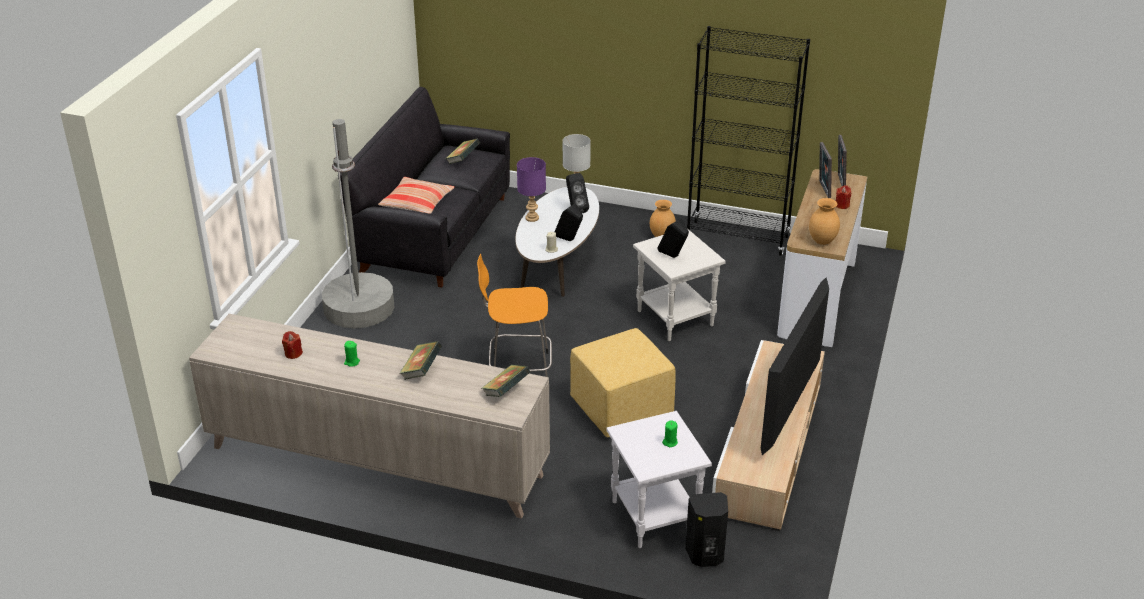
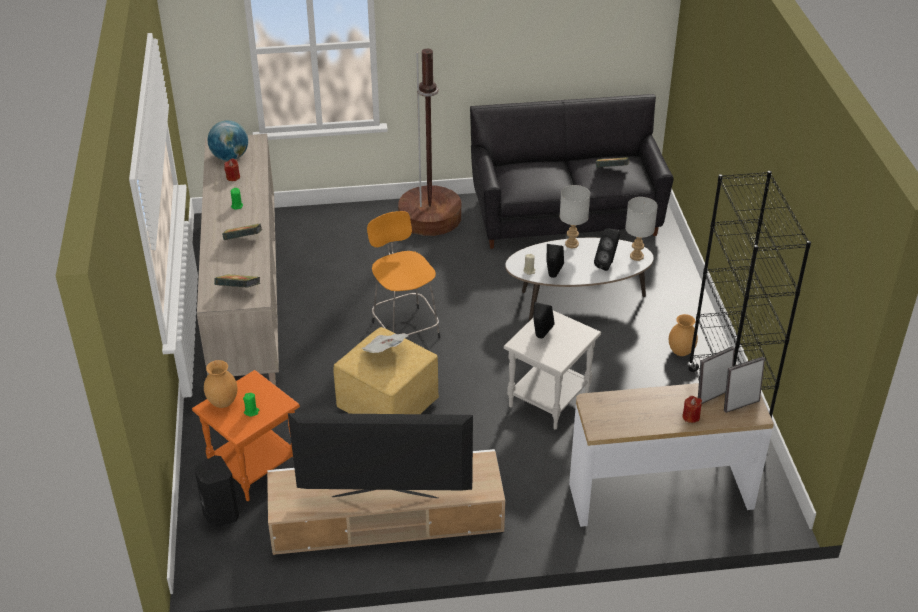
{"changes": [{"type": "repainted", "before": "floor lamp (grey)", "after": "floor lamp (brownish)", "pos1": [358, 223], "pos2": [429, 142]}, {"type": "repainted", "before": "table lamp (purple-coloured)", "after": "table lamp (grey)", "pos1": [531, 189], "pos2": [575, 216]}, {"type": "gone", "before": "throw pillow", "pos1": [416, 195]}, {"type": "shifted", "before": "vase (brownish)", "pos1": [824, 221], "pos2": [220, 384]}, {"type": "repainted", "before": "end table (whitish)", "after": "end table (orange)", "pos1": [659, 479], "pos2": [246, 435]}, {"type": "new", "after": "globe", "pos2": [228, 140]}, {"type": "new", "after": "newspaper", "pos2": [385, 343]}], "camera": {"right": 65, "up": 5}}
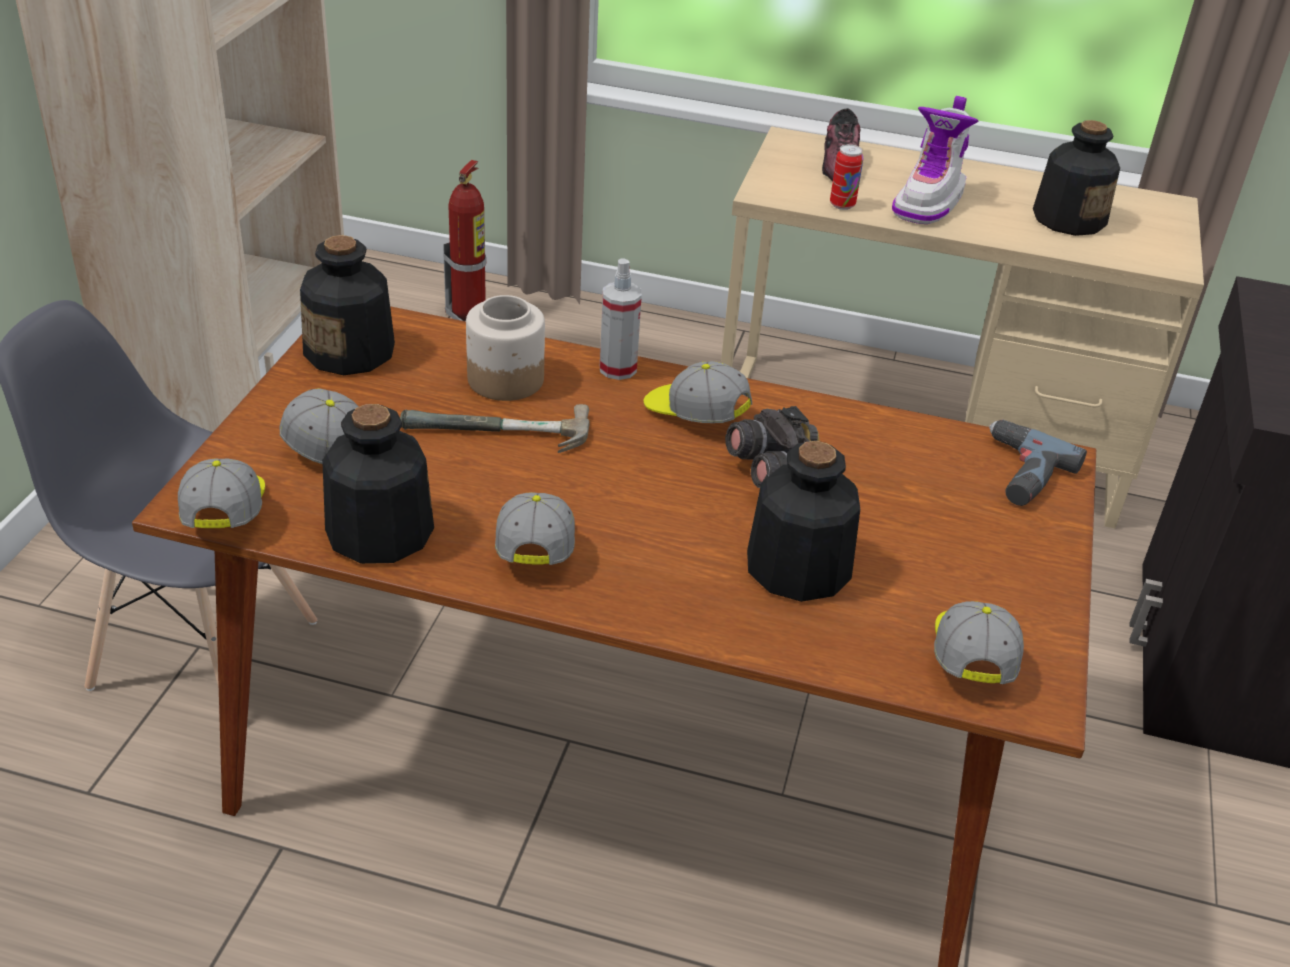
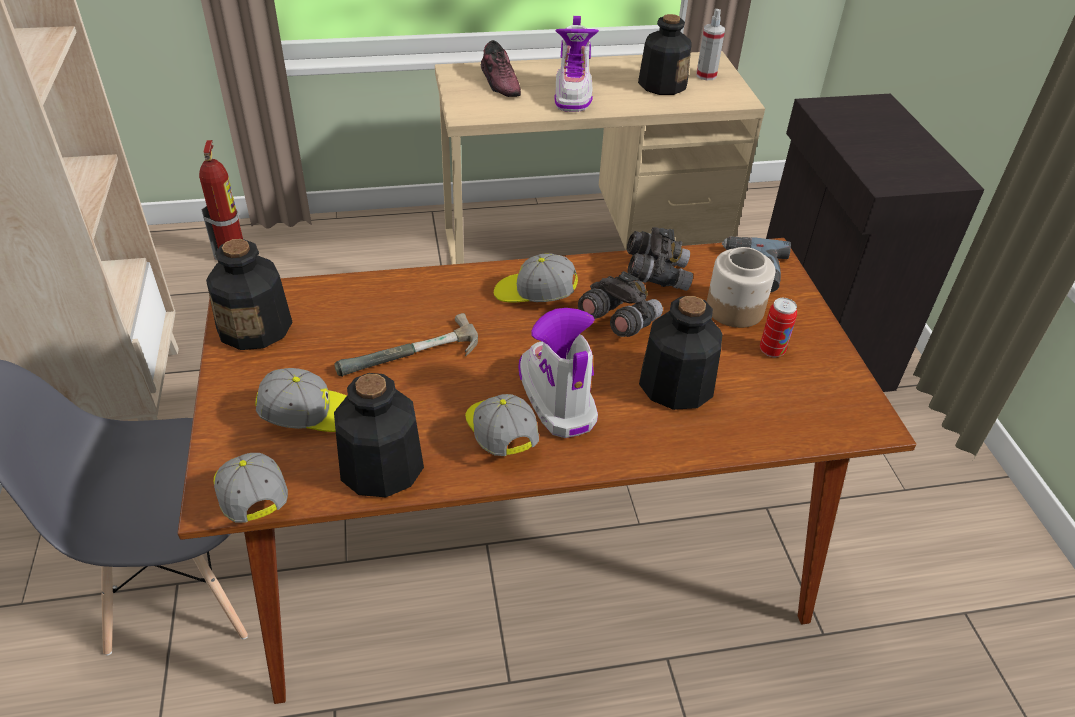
{"changes": [{"type": "shifted", "before": "sealed can", "pos1": [846, 177], "pos2": [778, 327]}, {"type": "shifted", "before": "hand sprayer", "pos1": [621, 319], "pos2": [710, 44]}, {"type": "shifted", "before": "jar", "pos1": [505, 348], "pos2": [741, 287]}, {"type": "gone", "before": "peaked cap", "pos1": [979, 642]}, {"type": "new", "after": "binoculars (grey)", "pos2": [660, 259]}, {"type": "new", "after": "high-top boot", "pos2": [558, 373]}], "camera": {"right": -25, "up": 5}}
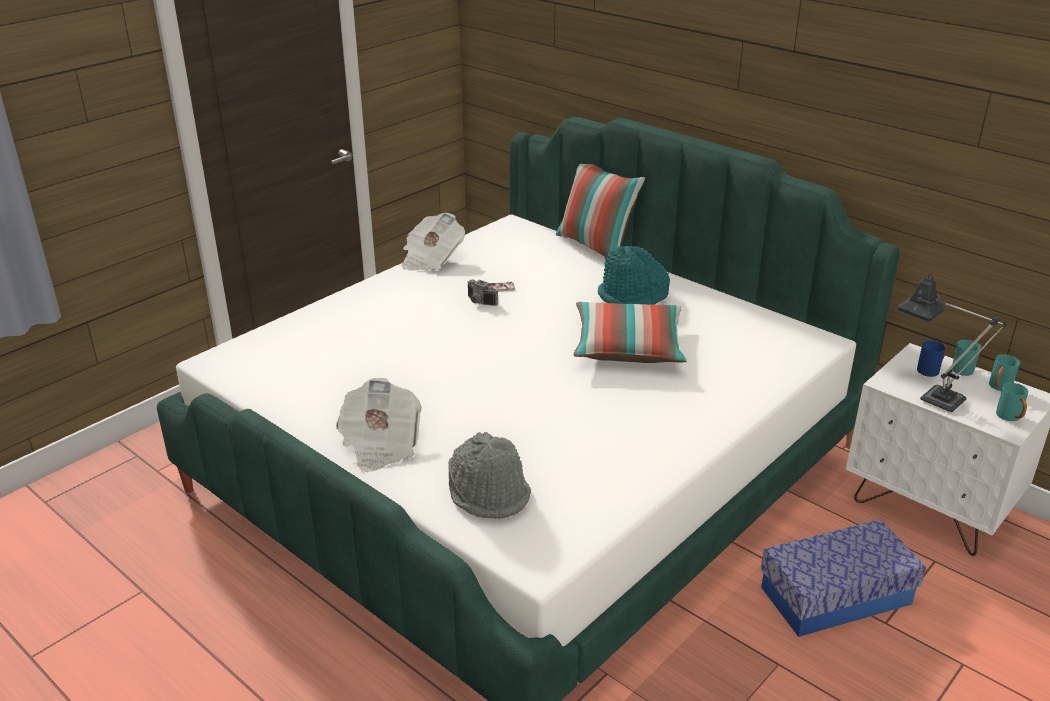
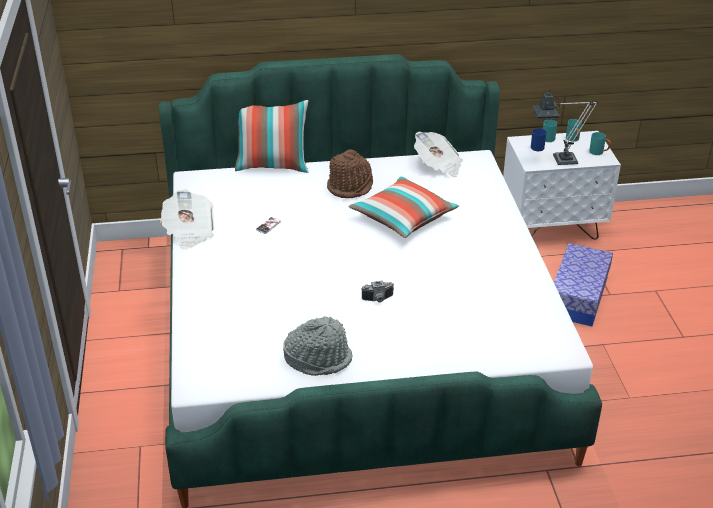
{"changes": [{"type": "repainted", "before": "clothing hat (turquoise)", "after": "clothing hat (brownish)", "pos1": [634, 275], "pos2": [350, 173]}, {"type": "shifted", "before": "photo camera", "pos1": [483, 293], "pos2": [377, 291]}, {"type": "shifted", "before": "newspaper", "pos1": [379, 425], "pos2": [438, 154]}, {"type": "shifted", "before": "clothing hat (grey)", "pos1": [489, 475], "pos2": [318, 346]}], "camera": {"right": -50, "up": 5}}
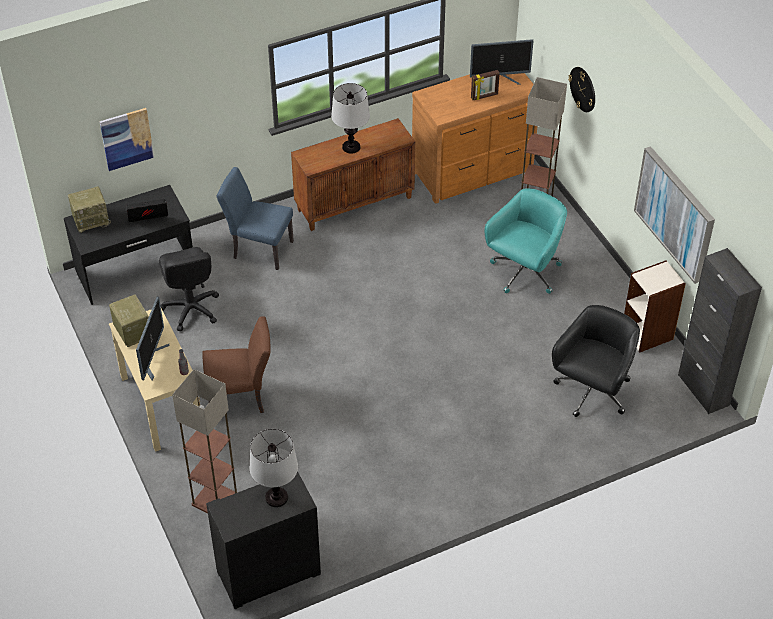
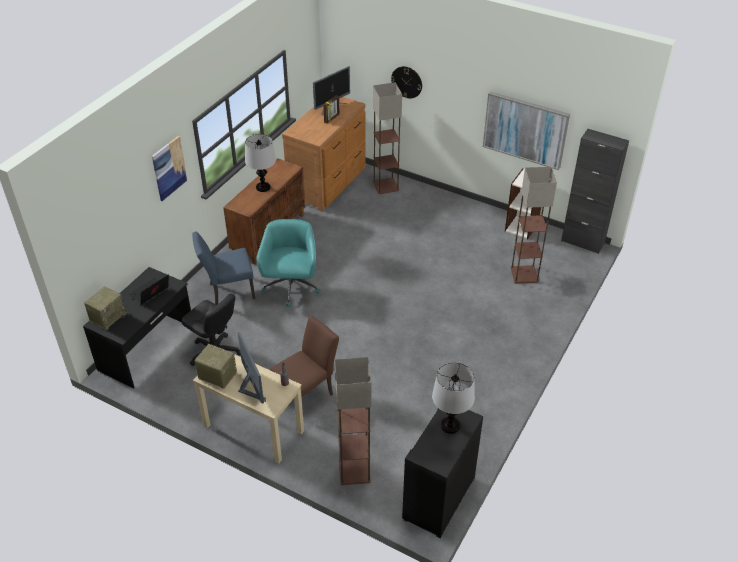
{"changes": [{"type": "shifted", "before": "wall picture", "pos1": [126, 139], "pos2": [169, 168]}, {"type": "shifted", "before": "office chair (turquoise)", "pos1": [526, 241], "pos2": [288, 263]}, {"type": "swapped", "before": "office chair (black-coloured)", "after": "floor lamp", "pos1": [596, 361], "pos2": [534, 225]}], "camera": {"right": -35, "up": -5}}
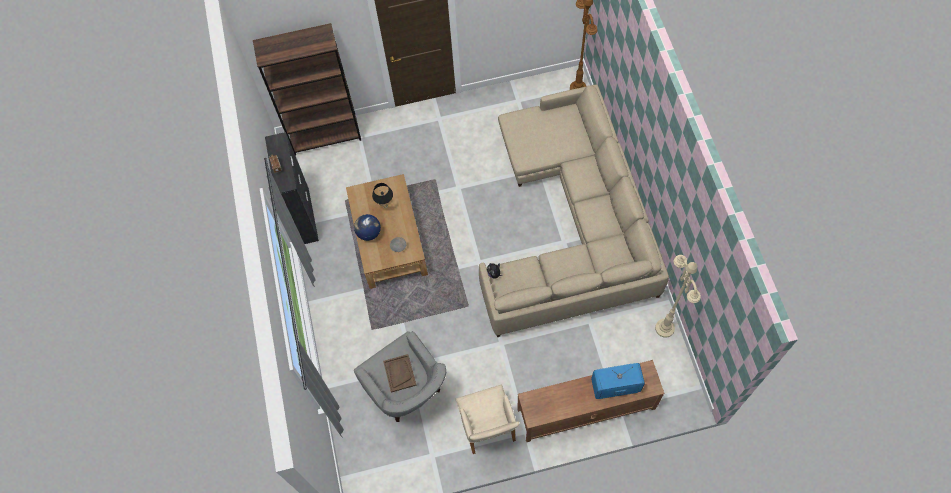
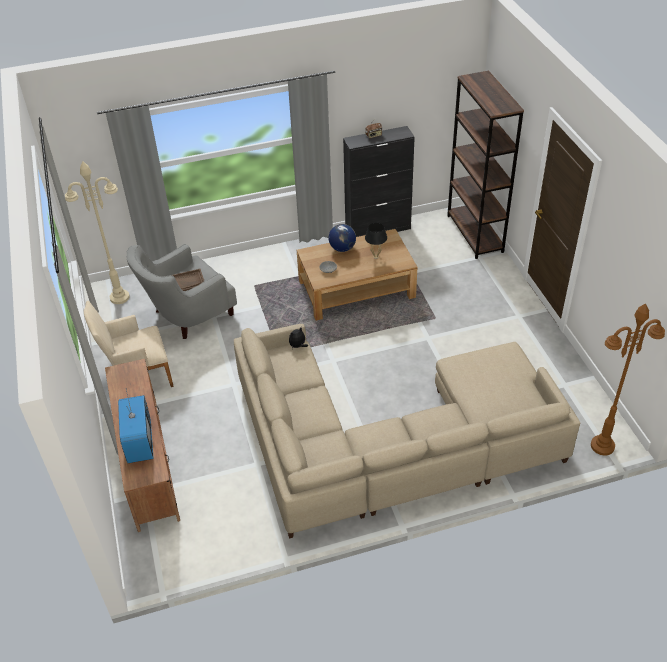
{"changes": [{"type": "shifted", "before": "floor lamp (beige)", "pos1": [678, 296], "pos2": [97, 232]}], "camera": {"right": 85, "up": -20}}
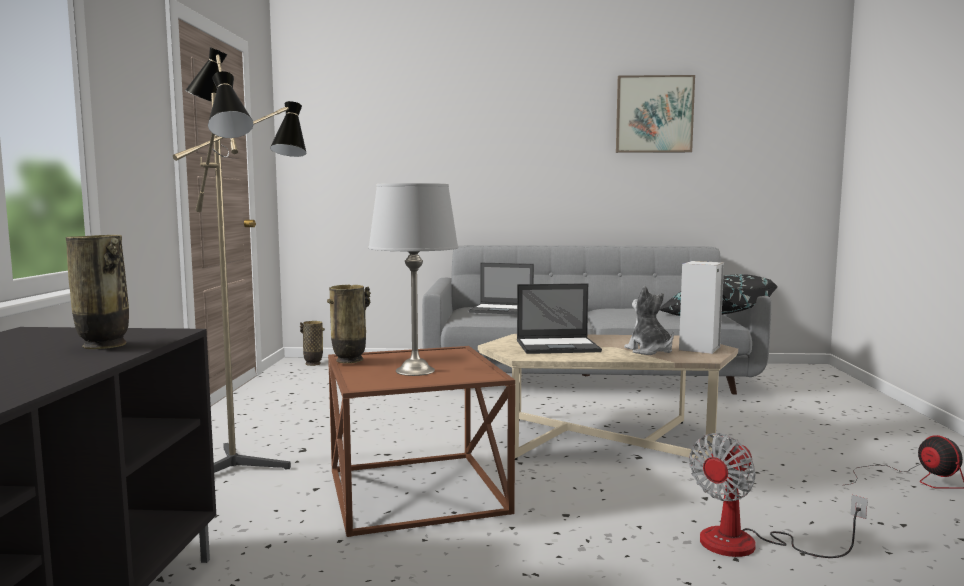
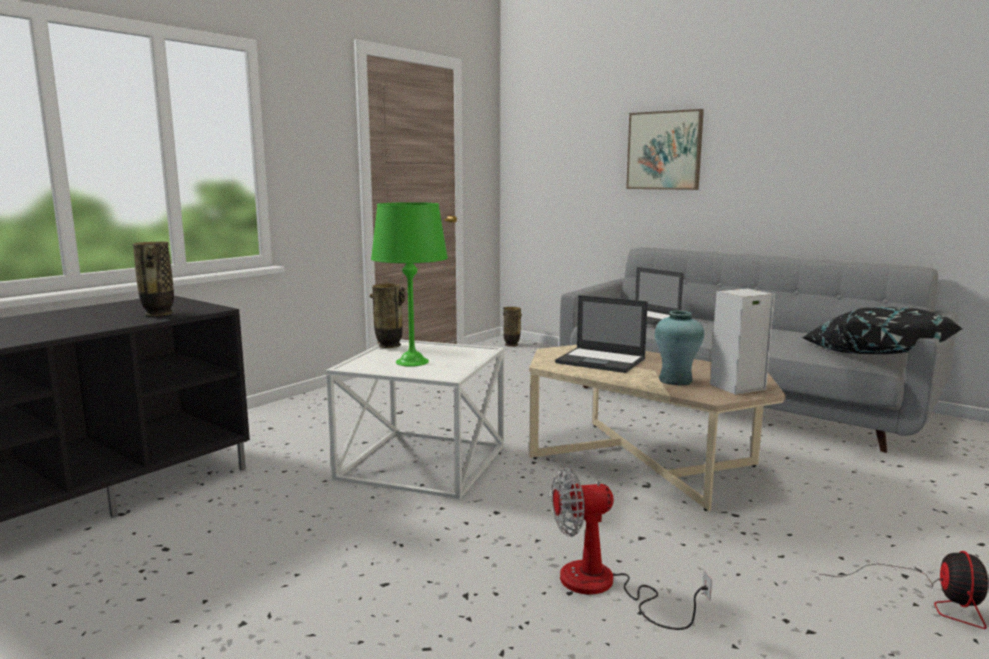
{"changes": [{"type": "gone", "before": "floor lamp", "pos1": [240, 260]}, {"type": "shifted", "before": "wall picture", "pos1": [655, 114], "pos2": [665, 149]}, {"type": "repainted", "before": "table lamp (grey)", "after": "table lamp (green-coloured)", "pos1": [413, 279], "pos2": [409, 284]}, {"type": "swapped", "before": "soft toy", "after": "vase (turquoise)", "pos1": [649, 320], "pos2": [679, 347]}, {"type": "repainted", "before": "end table (brownish)", "after": "end table (whitish)", "pos1": [421, 441], "pos2": [415, 419]}], "camera": {"right": 35, "up": 5}}
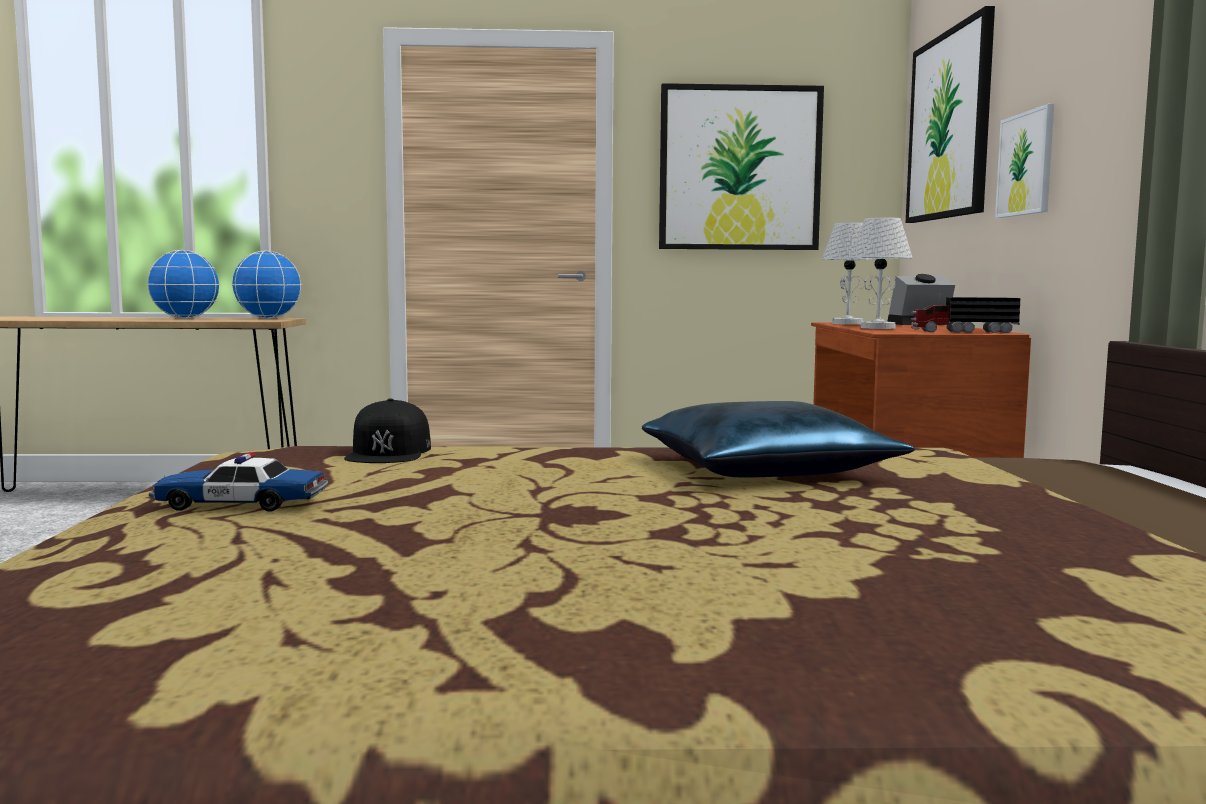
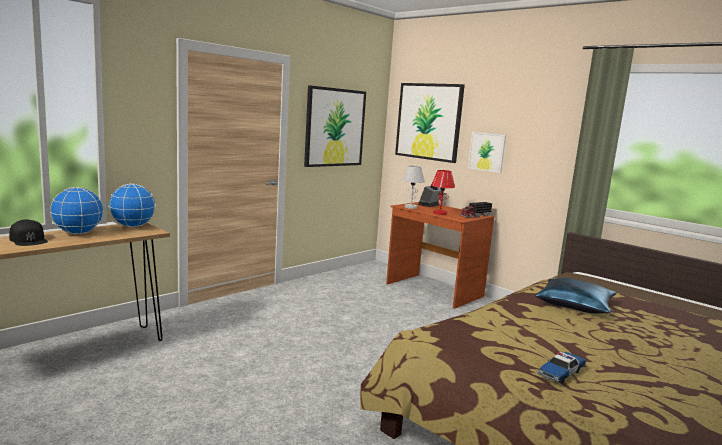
{"changes": [{"type": "repainted", "before": "table lamp (whitish)", "after": "table lamp (reddish)", "pos1": [881, 273], "pos2": [443, 192]}, {"type": "shifted", "before": "peaked cap (black-coloured)", "pos1": [387, 430], "pos2": [28, 232]}], "camera": {"right": -45, "up": 5}}
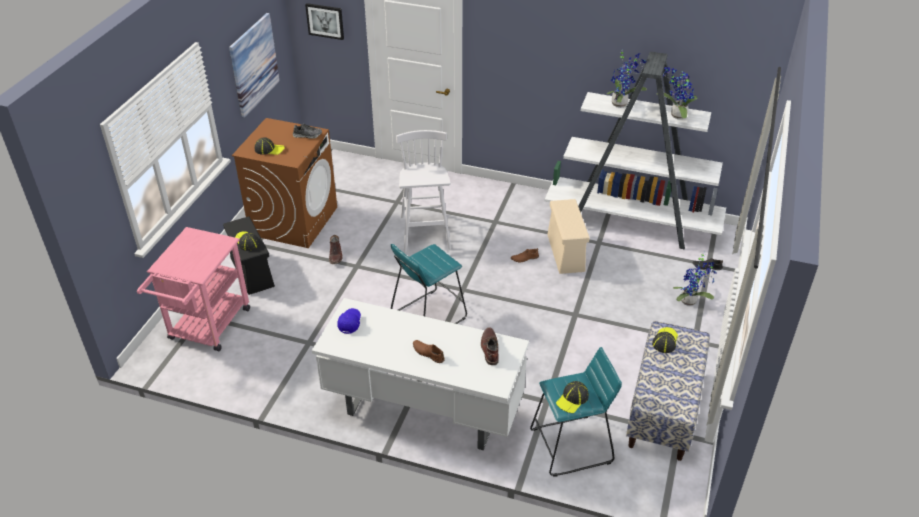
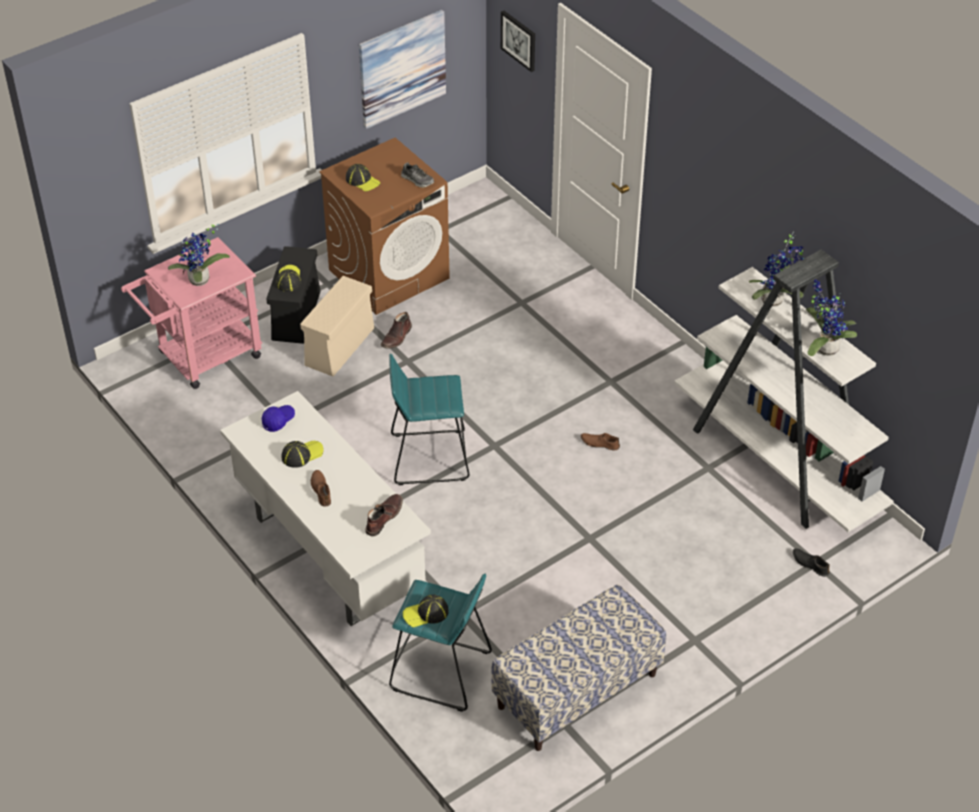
{"changes": [{"type": "gone", "before": "stool seat (whitish)", "pos1": [423, 191]}, {"type": "shifted", "before": "storage container (beige)", "pos1": [568, 236], "pos2": [337, 326]}, {"type": "shifted", "before": "potted plant", "pos1": [694, 279], "pos2": [199, 255]}, {"type": "shifted", "before": "peaked cap", "pos1": [665, 340], "pos2": [302, 454]}], "camera": {"right": 35, "up": 5}}
